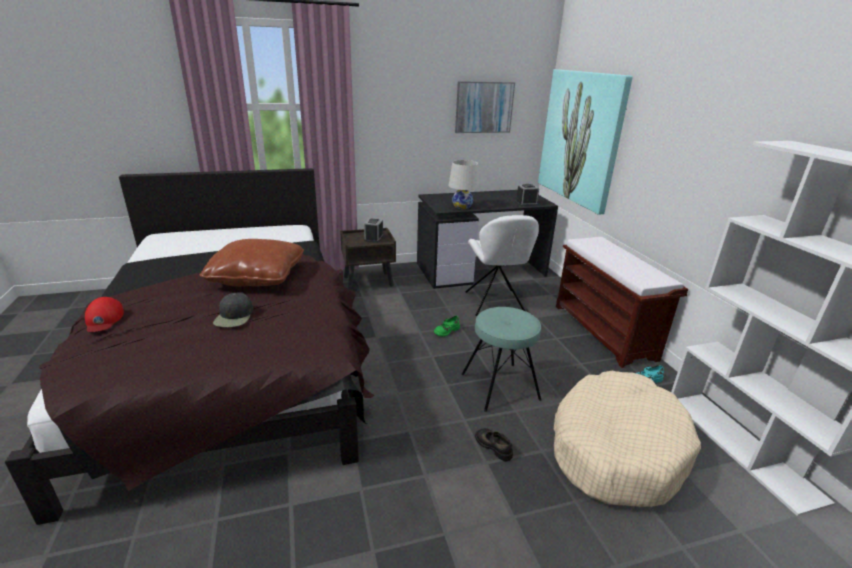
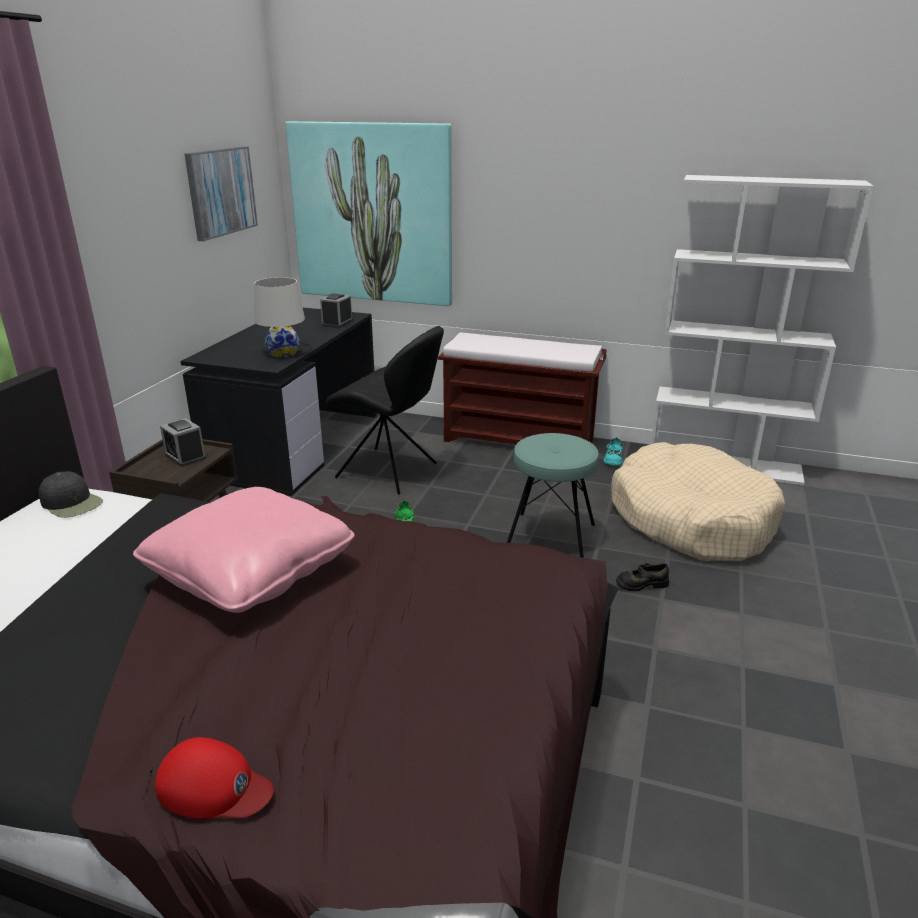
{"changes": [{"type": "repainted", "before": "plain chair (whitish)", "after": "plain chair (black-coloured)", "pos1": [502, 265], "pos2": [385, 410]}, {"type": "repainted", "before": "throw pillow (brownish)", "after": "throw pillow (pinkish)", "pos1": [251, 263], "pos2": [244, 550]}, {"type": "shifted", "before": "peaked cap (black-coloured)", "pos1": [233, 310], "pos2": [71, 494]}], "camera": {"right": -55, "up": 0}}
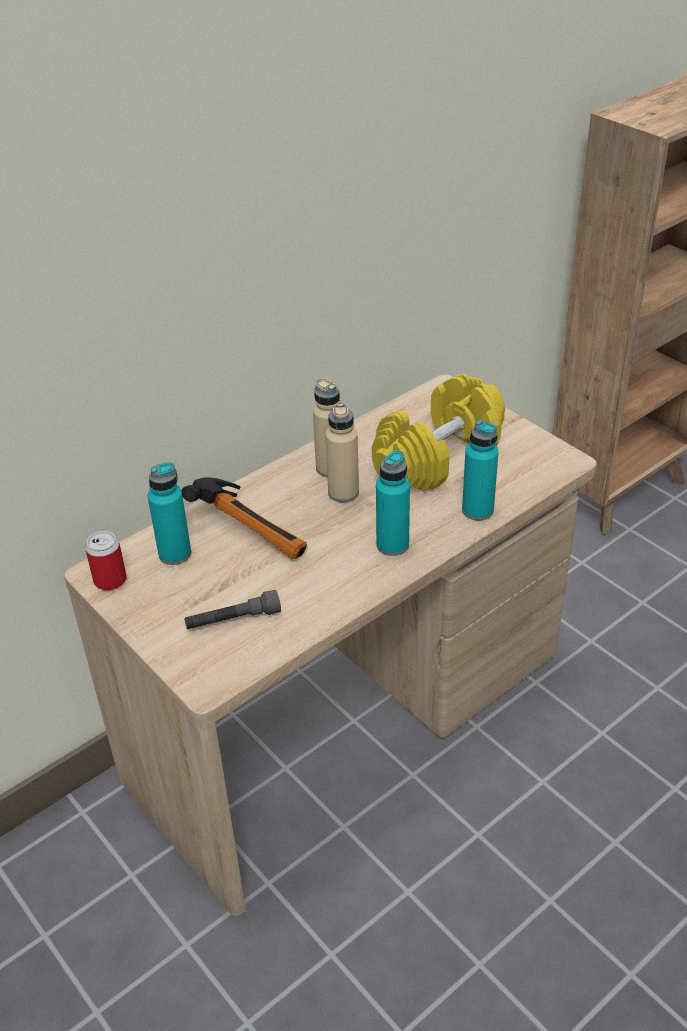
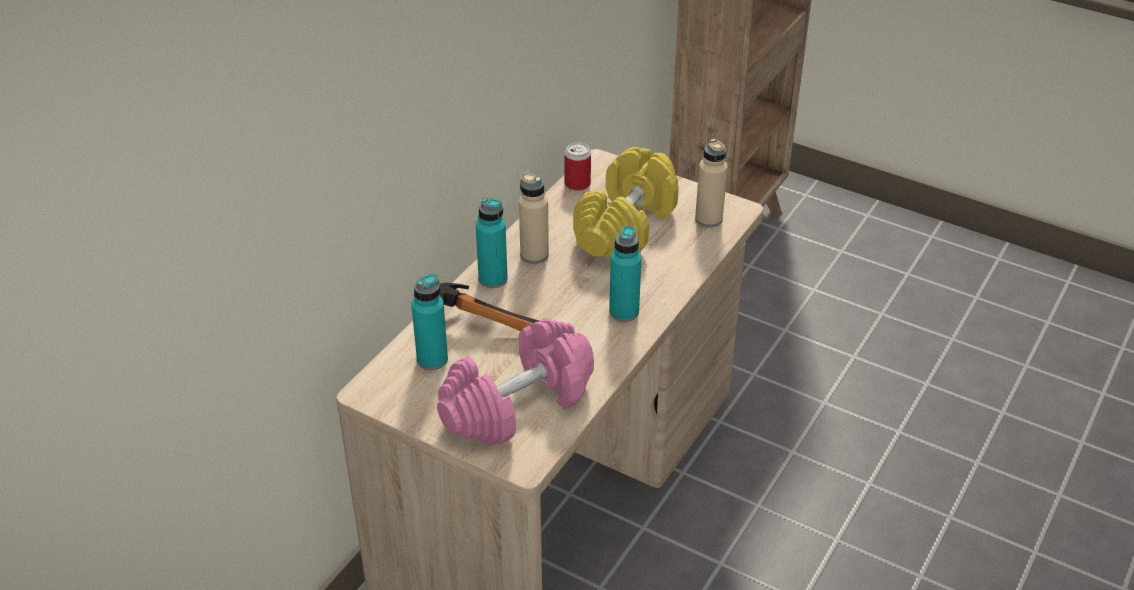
{"changes": [{"type": "shifted", "before": "bottle (beige)", "pos1": [342, 453], "pos2": [711, 183]}, {"type": "shifted", "before": "bottle (turquoise)", "pos1": [480, 470], "pos2": [492, 242]}, {"type": "shifted", "before": "sealed can", "pos1": [106, 560], "pos2": [578, 166]}, {"type": "swapped", "before": "flashlight (grey)", "after": "hand weight (pinkish)", "pos1": [232, 609], "pos2": [515, 382]}], "camera": {"right": -20, "up": 0}}
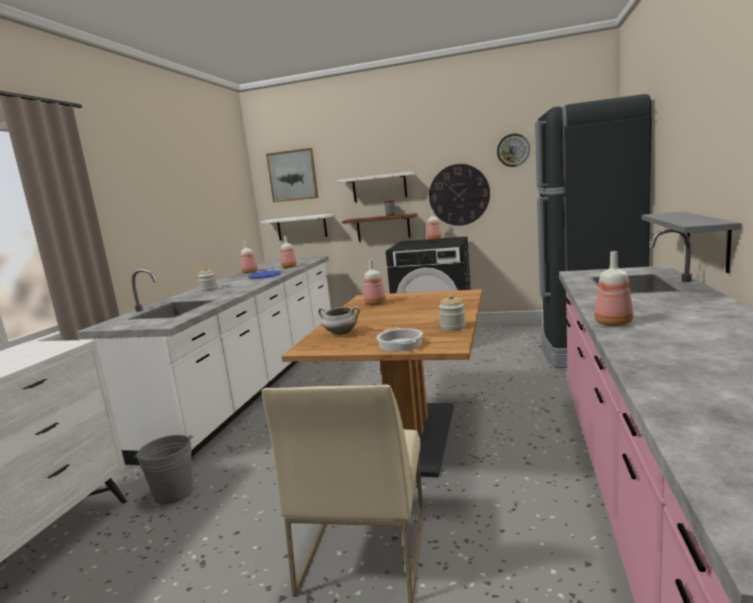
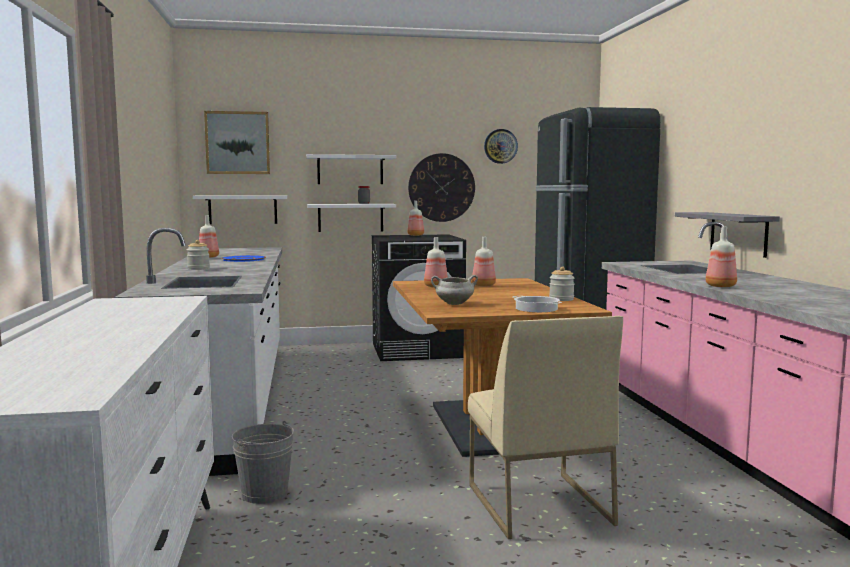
{"changes": [{"type": "repainted", "before": "shelf (brownish)", "after": "shelf (whitish)", "pos1": [379, 227], "pos2": [351, 218]}, {"type": "shifted", "before": "bottle", "pos1": [289, 252], "pos2": [484, 261]}], "camera": {"right": -25, "up": -5}}
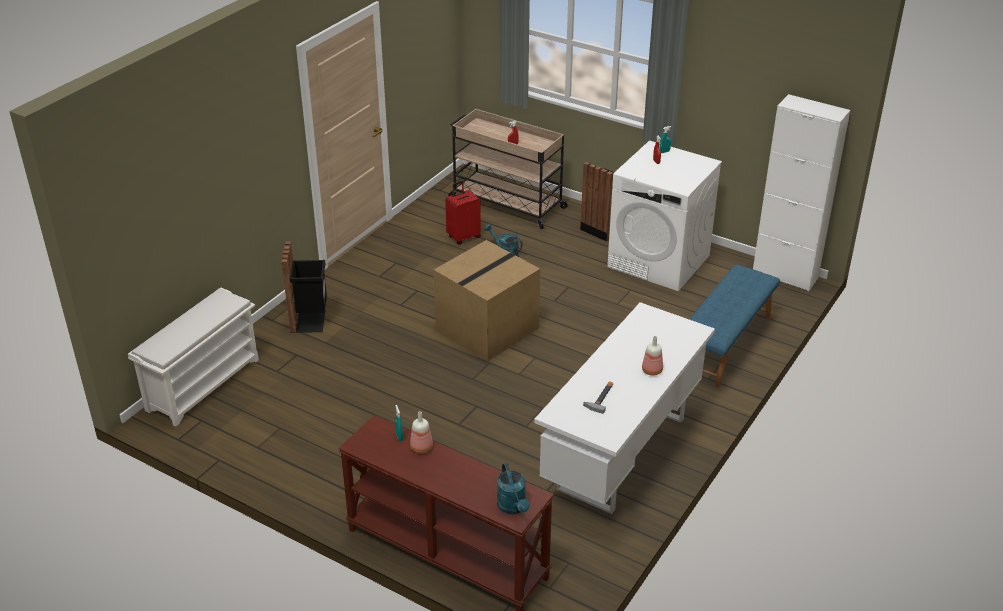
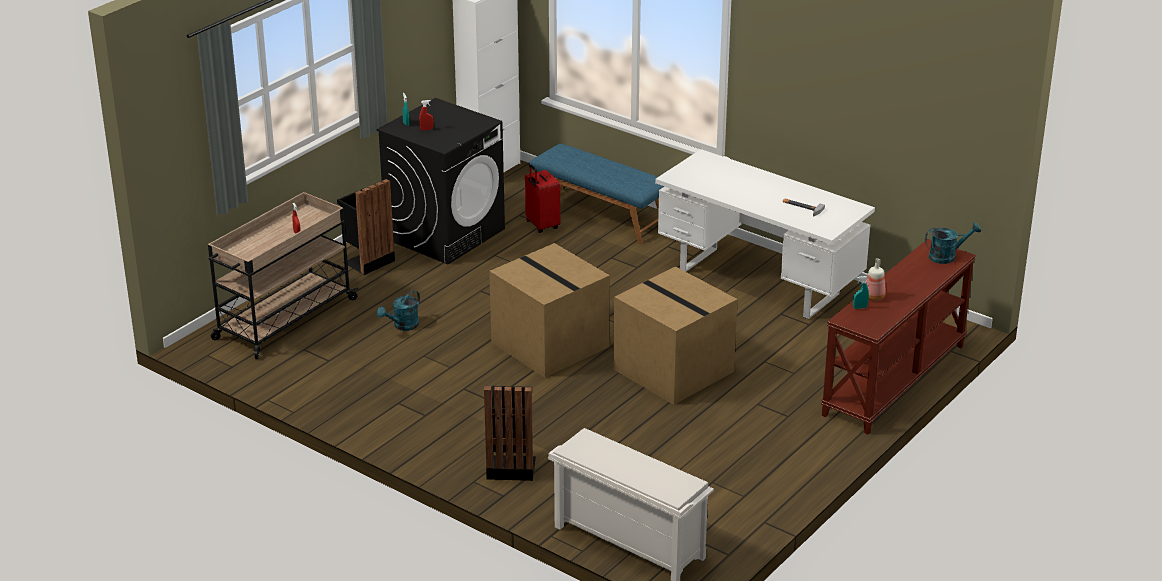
{"changes": [{"type": "repainted", "before": "washing machine (whitish)", "after": "washing machine (black-coloured)", "pos1": [664, 215], "pos2": [440, 181]}, {"type": "shifted", "before": "suitcase (reddish)", "pos1": [463, 213], "pos2": [542, 199]}, {"type": "gone", "before": "bottle", "pos1": [652, 356]}, {"type": "new", "after": "carton", "pos2": [675, 335]}], "camera": {"right": -85, "up": -5}}
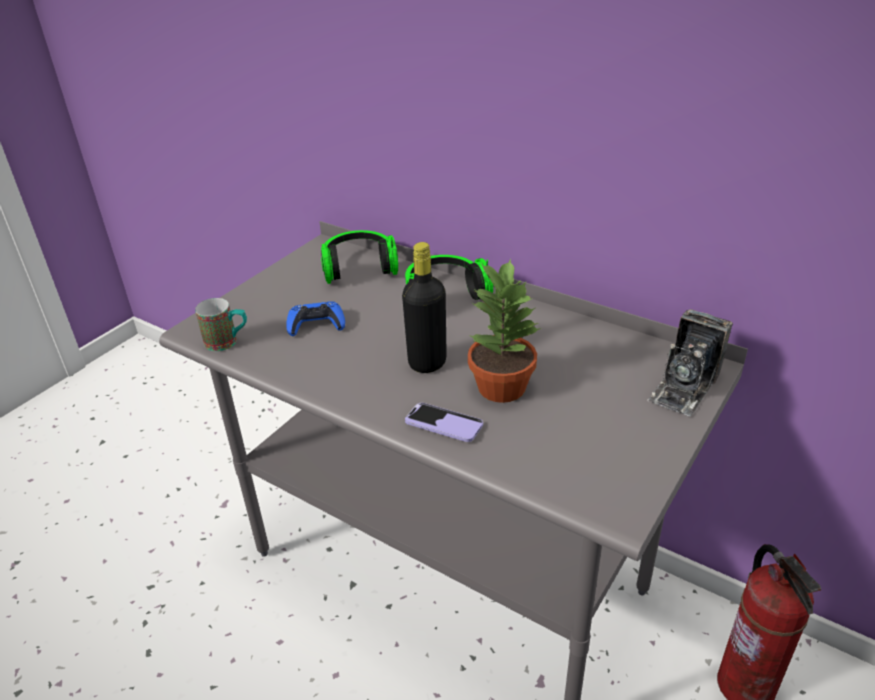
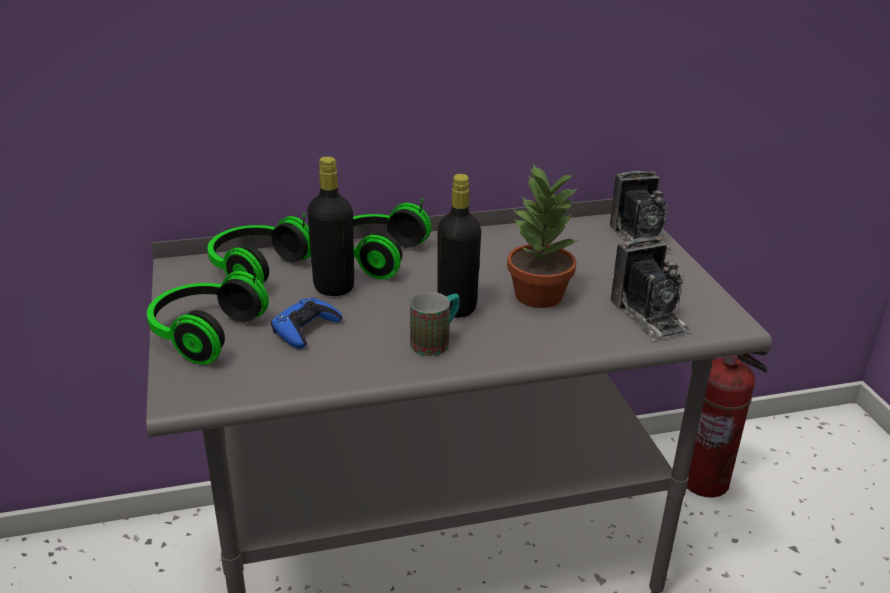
{"changes": [{"type": "shifted", "before": "coffee mug", "pos1": [221, 324], "pos2": [435, 324]}, {"type": "gone", "before": "handset", "pos1": [444, 422]}, {"type": "new", "after": "bottle (black-coloured)", "pos2": [330, 226]}, {"type": "new", "after": "photo camera", "pos2": [651, 288]}, {"type": "new", "after": "headset", "pos2": [208, 316]}], "camera": {"right": -50, "up": -5}}
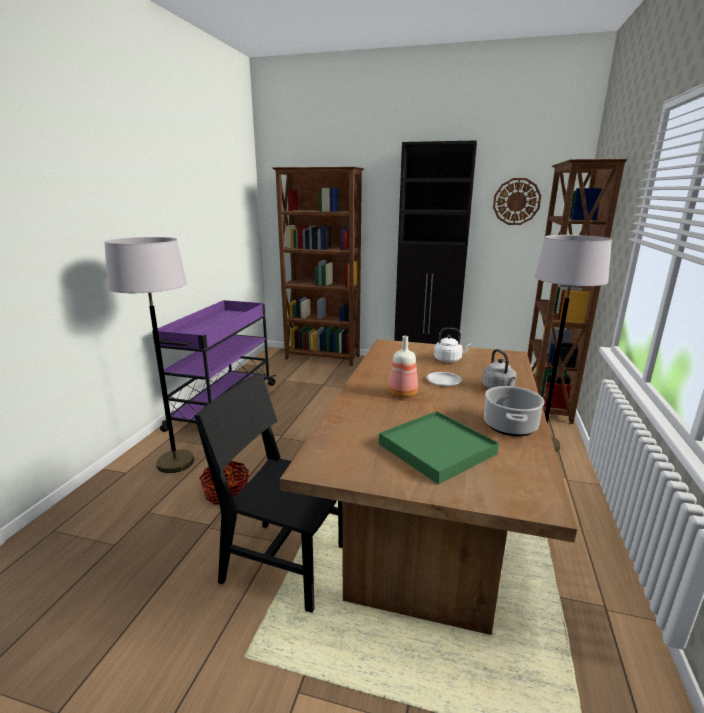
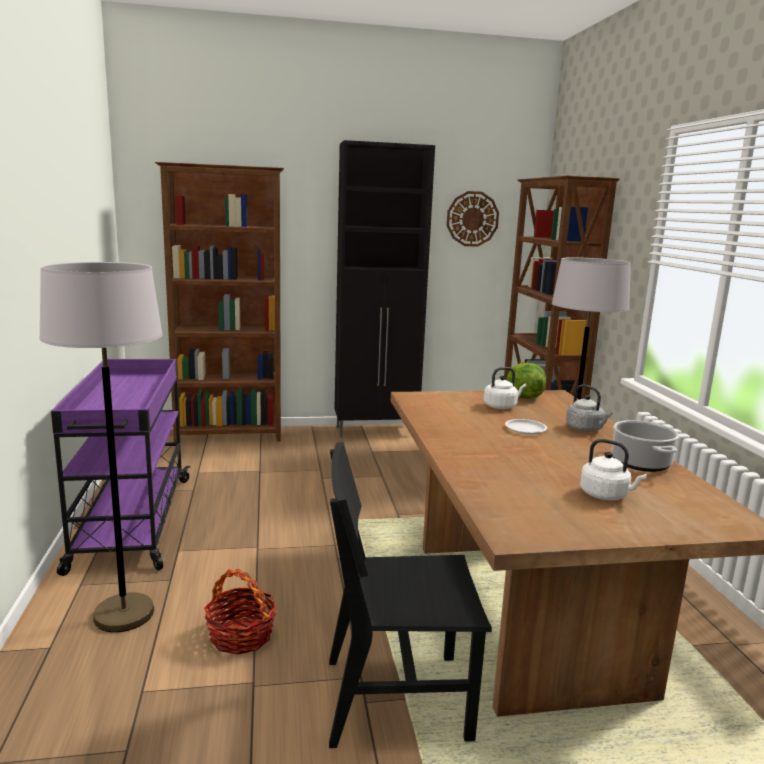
{"changes": [{"type": "gone", "before": "bottle", "pos1": [403, 367]}, {"type": "swapped", "before": "tray (green-coloured)", "after": "tea kettle (whitish)", "pos1": [439, 447], "pos2": [613, 470]}, {"type": "new", "after": "lettuce head", "pos2": [526, 381]}], "camera": {"right": -25, "up": -5}}
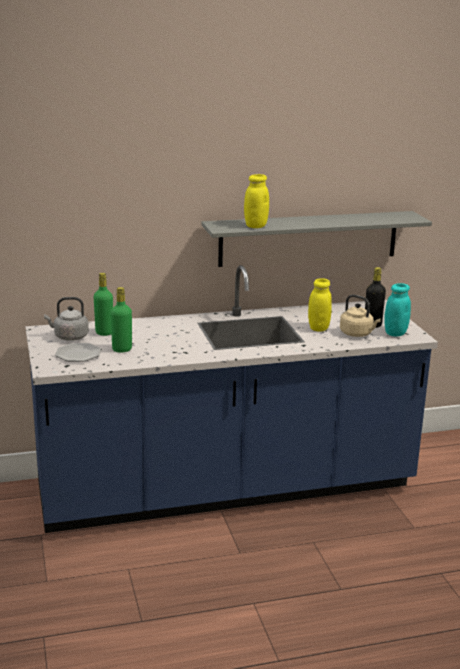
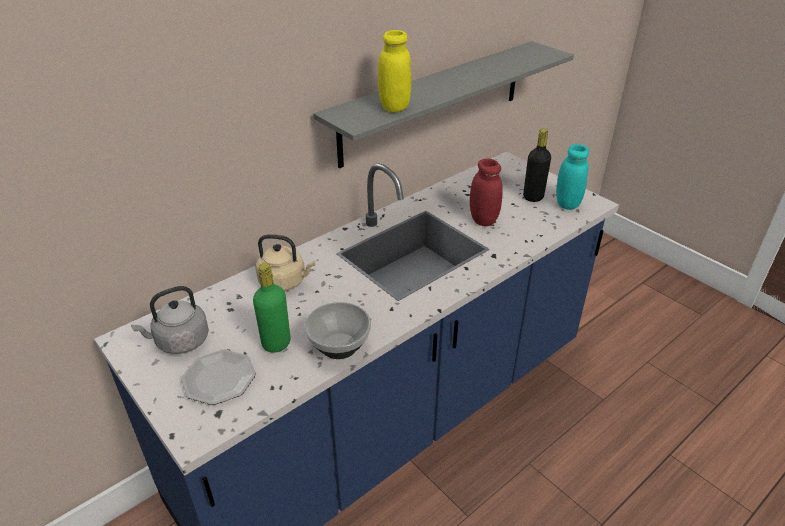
{"changes": [{"type": "gone", "before": "bottle (green-coloured)", "pos1": [103, 304]}, {"type": "repainted", "before": "jar (yellow)", "after": "jar (reddish)", "pos1": [320, 305], "pos2": [486, 192]}, {"type": "shifted", "before": "tea kettle (beige)", "pos1": [360, 315], "pos2": [285, 262]}, {"type": "new", "after": "serving bowl", "pos2": [338, 330]}], "camera": {"right": -25, "up": 15}}
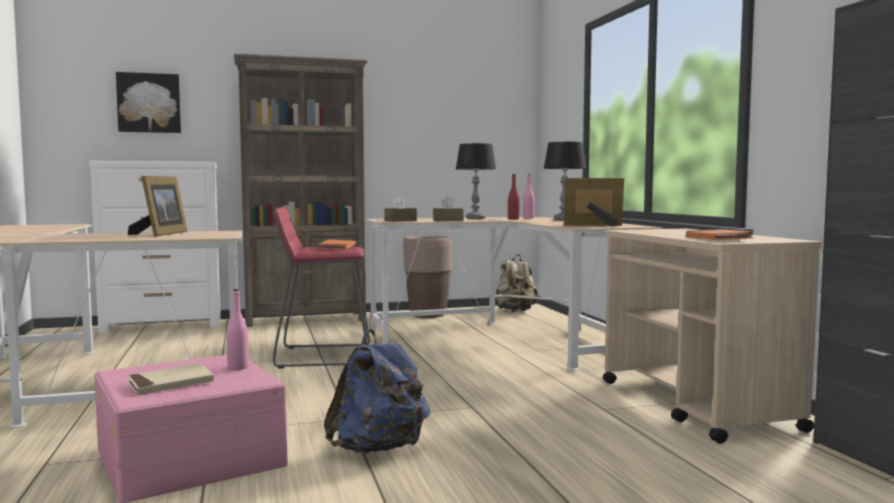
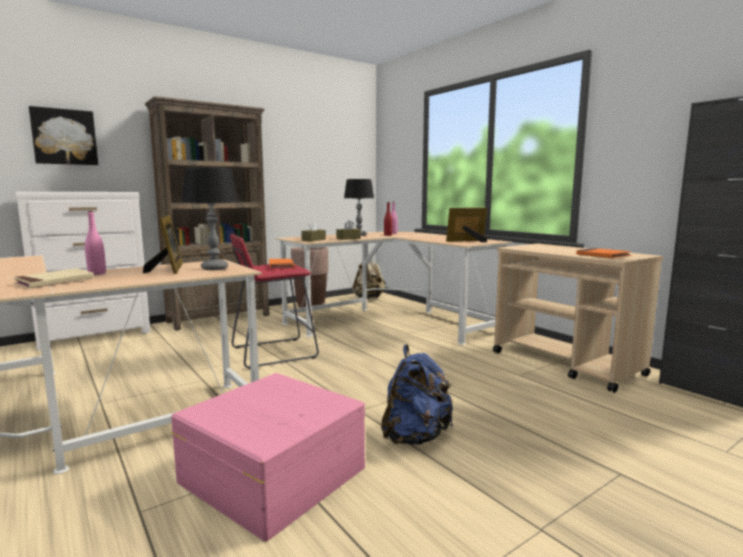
{"changes": [{"type": "shifted", "before": "table lamp", "pos1": [565, 181], "pos2": [210, 218]}, {"type": "shifted", "before": "bottle (pinkish)", "pos1": [237, 329], "pos2": [95, 243]}, {"type": "shifted", "before": "volume (beige)", "pos1": [170, 379], "pos2": [53, 278]}], "camera": {"right": -20, "up": 5}}
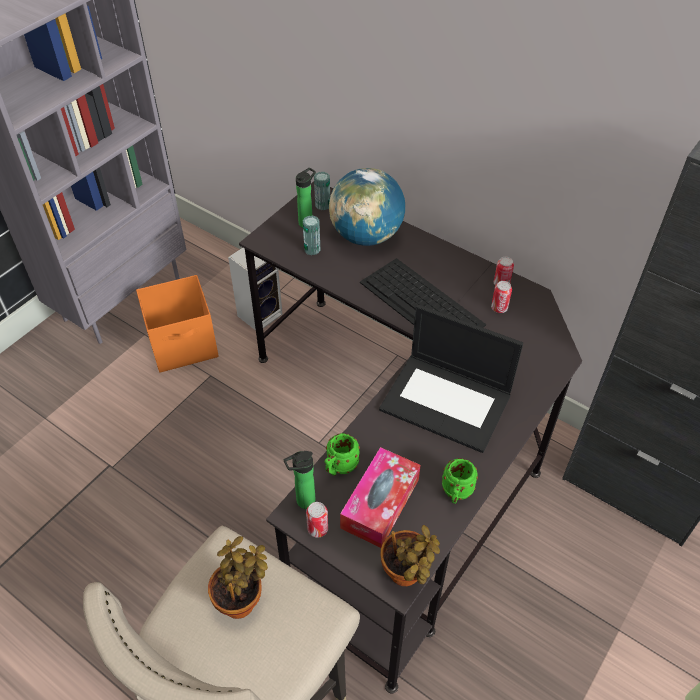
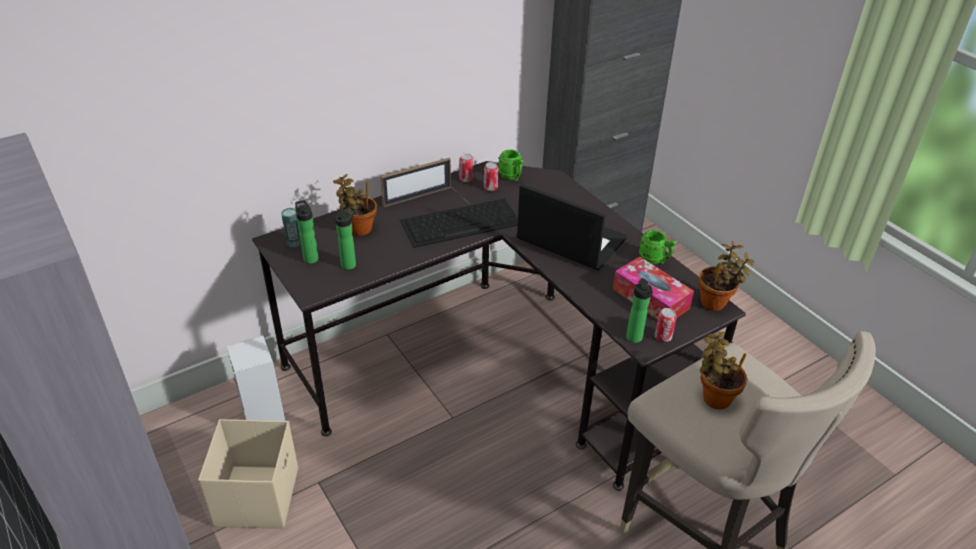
{"changes": [{"type": "swapped", "before": "globe", "after": "potted plant", "pos1": [367, 207], "pos2": [355, 205]}, {"type": "swapped", "before": "sealed can", "after": "bottle", "pos1": [311, 235], "pos2": [345, 238]}, {"type": "repainted", "before": "storage container (orange)", "after": "storage container (beige)", "pos1": [177, 324], "pos2": [248, 474]}, {"type": "rotated", "before": "laptop", "pos1": [451, 378], "pos2": [572, 227], "turn": -105}, {"type": "shifted", "before": "coffee mug (green-coloured)", "pos1": [342, 454], "pos2": [510, 165]}, {"type": "new", "after": "standing frame", "pos2": [415, 182]}], "camera": {"right": -70, "up": -10}}
